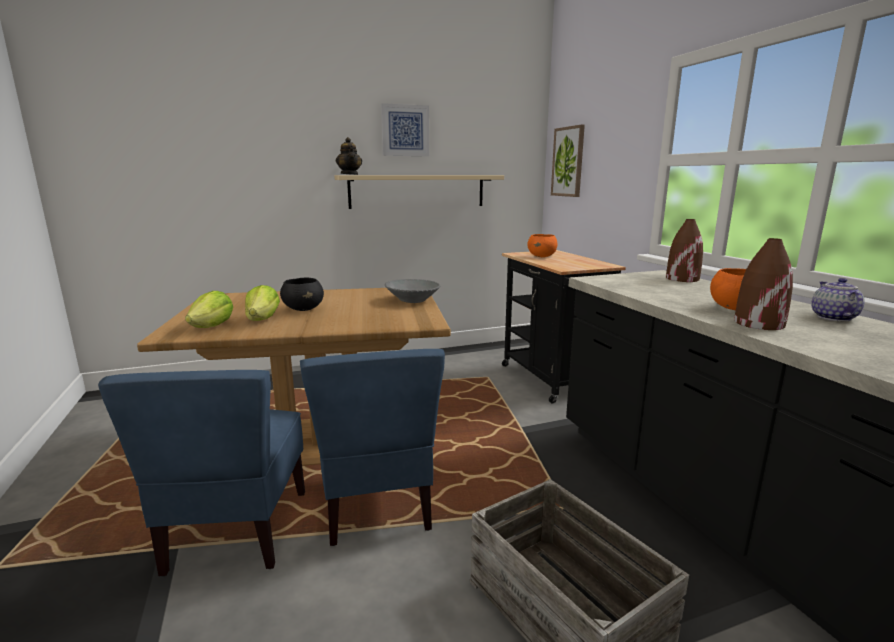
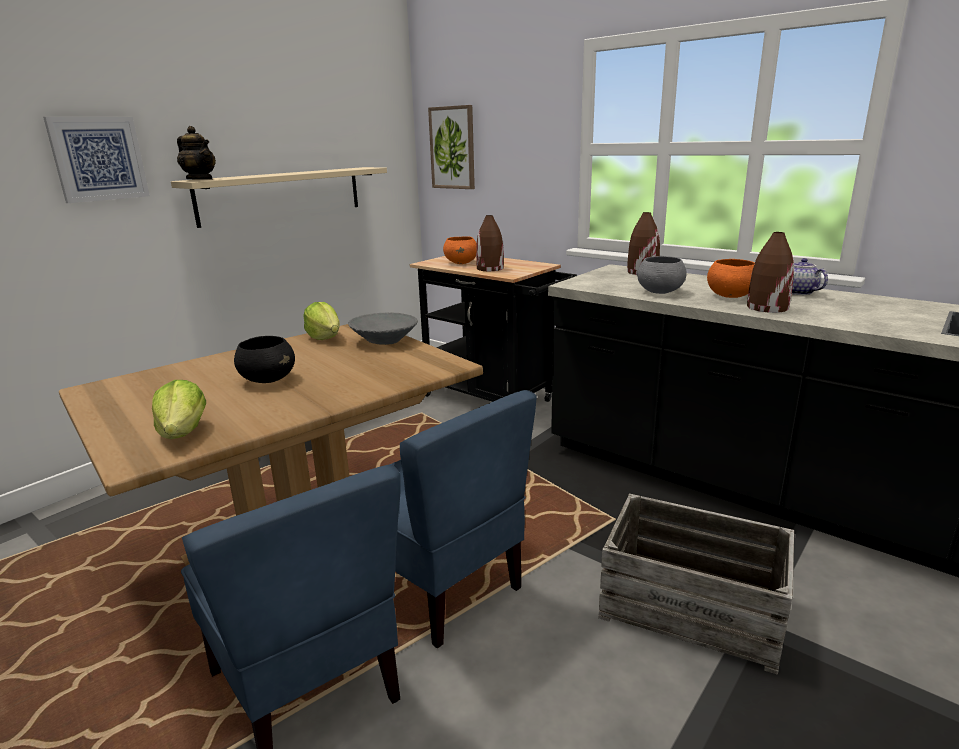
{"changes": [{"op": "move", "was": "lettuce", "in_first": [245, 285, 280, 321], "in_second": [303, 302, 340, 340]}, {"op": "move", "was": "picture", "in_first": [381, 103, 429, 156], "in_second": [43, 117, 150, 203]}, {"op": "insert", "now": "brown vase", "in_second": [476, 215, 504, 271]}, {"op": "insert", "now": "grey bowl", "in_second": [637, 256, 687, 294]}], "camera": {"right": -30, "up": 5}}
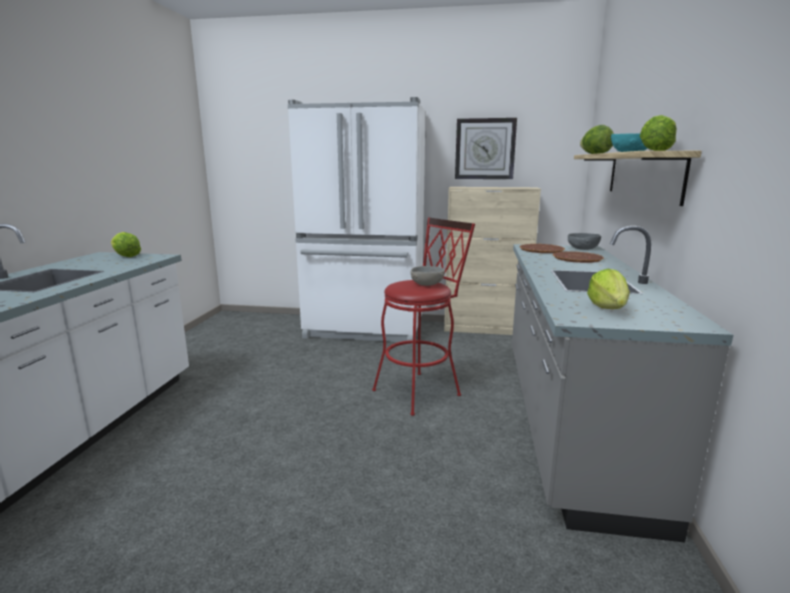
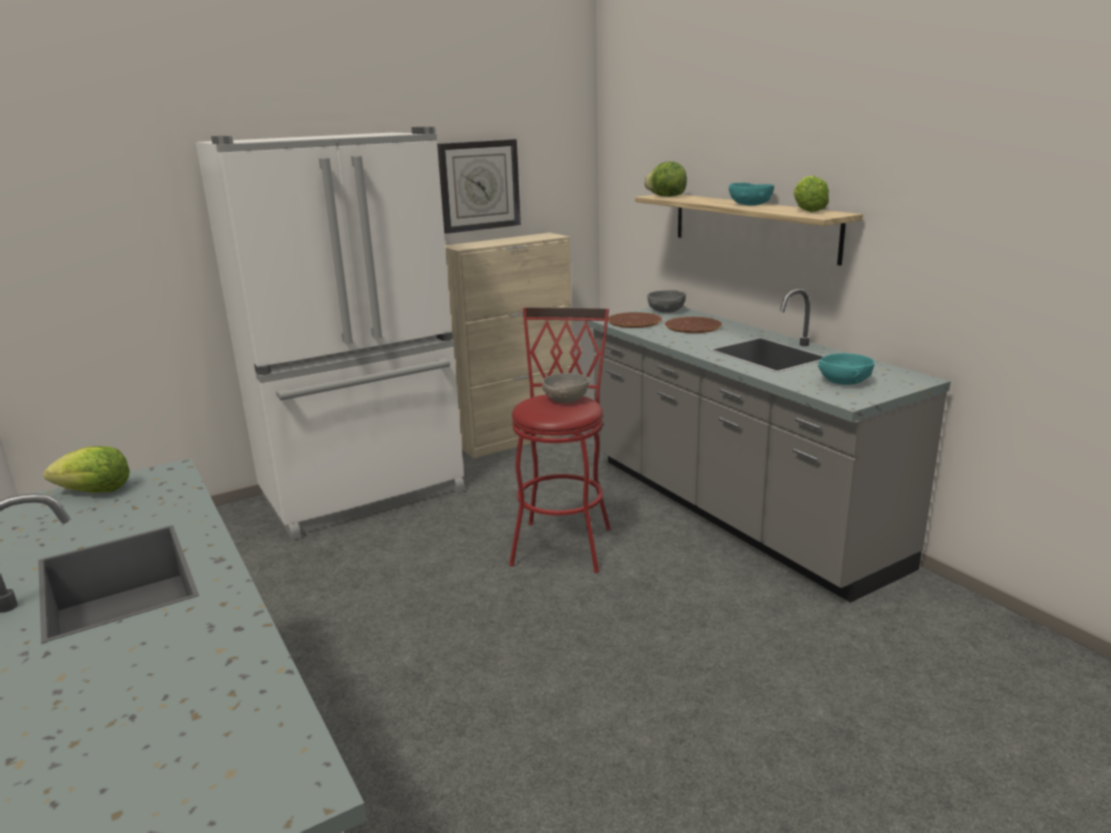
{"changes": [{"op": "replace", "was": "lettuce", "now": "turquoise bowl", "in_first": [587, 269, 630, 309], "in_second": [818, 353, 875, 385]}], "camera": {"right": -40, "up": 5}}
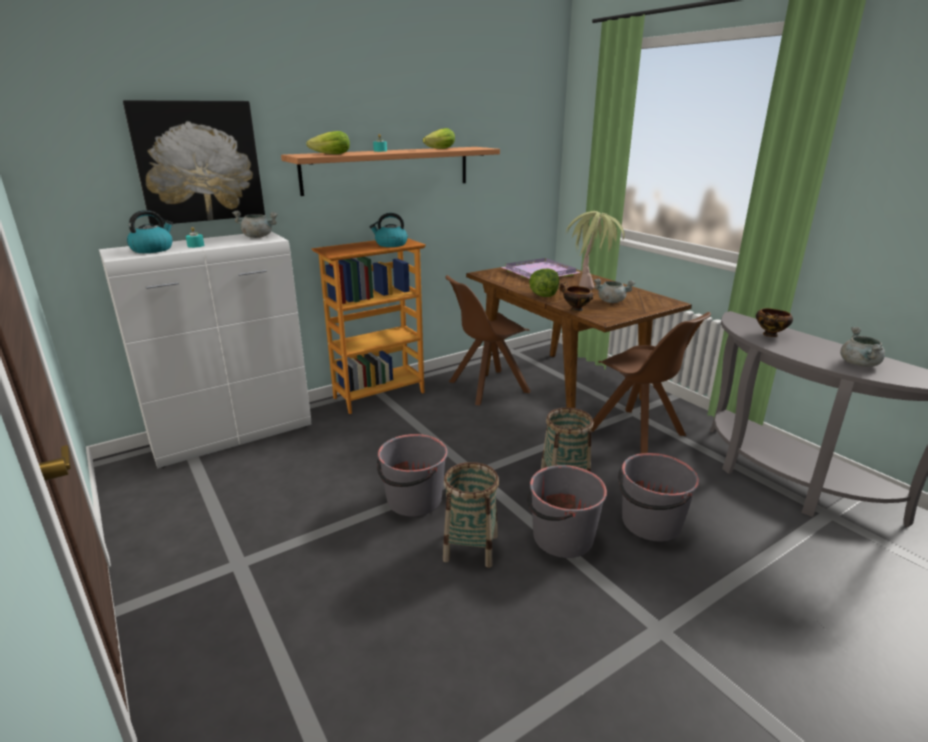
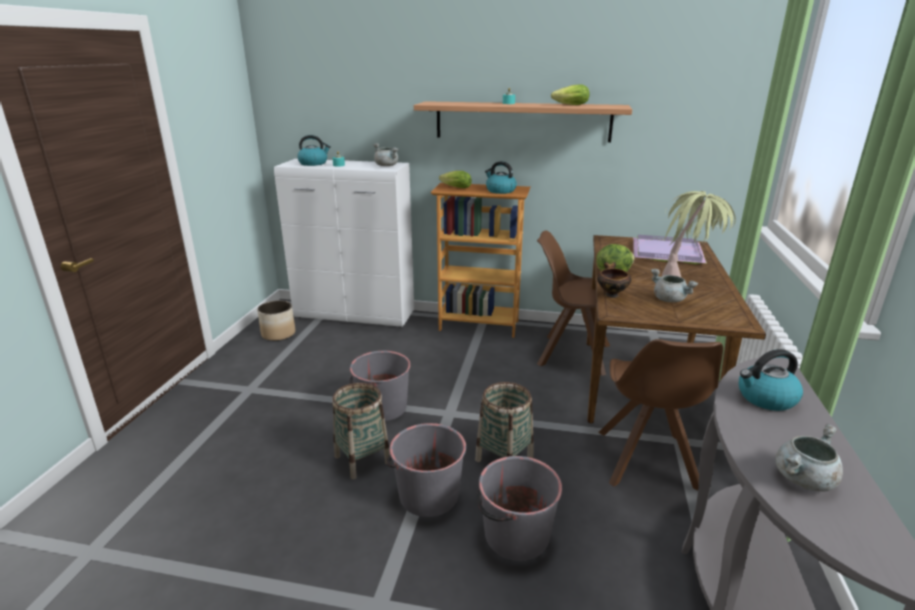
{"changes": [{"op": "delete", "was": "picture", "in_first": [123, 100, 265, 225]}, {"op": "move", "was": "lettuce", "in_first": [306, 131, 350, 154], "in_second": [439, 171, 472, 188]}, {"op": "replace", "was": "bowl", "now": "kettle", "in_first": [756, 308, 793, 337], "in_second": [739, 349, 803, 411]}, {"op": "insert", "now": "planter", "in_second": [257, 300, 295, 341]}], "camera": {"right": 45, "up": 0}}
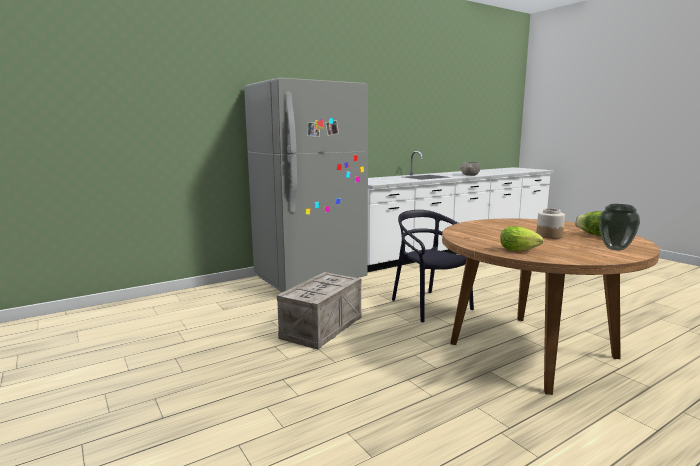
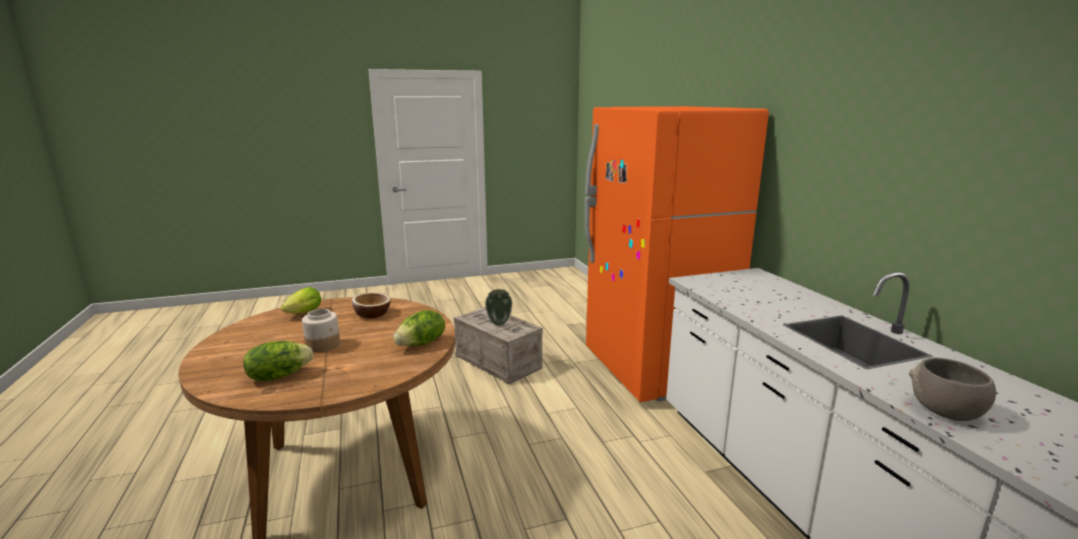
{"changes": [{"op": "recolor", "was": "grey fridge", "now": "orange fridge", "in_first": [244, 78, 368, 292], "in_second": [585, 106, 769, 402]}, {"op": "delete", "was": "black chair", "in_first": [392, 210, 474, 322]}, {"op": "move", "was": "vase", "in_first": [599, 204, 640, 250], "in_second": [485, 289, 512, 326]}, {"op": "insert", "now": "bowl", "in_second": [352, 292, 391, 318]}, {"op": "insert", "now": "lettuce", "in_second": [393, 310, 445, 346]}], "camera": {"right": 105, "up": 5}}
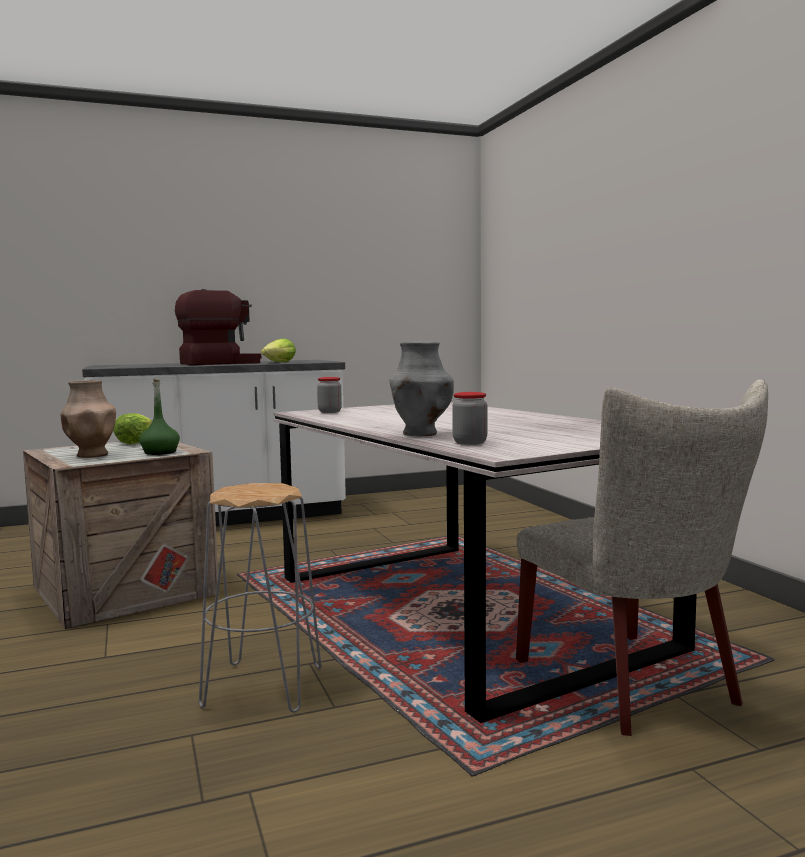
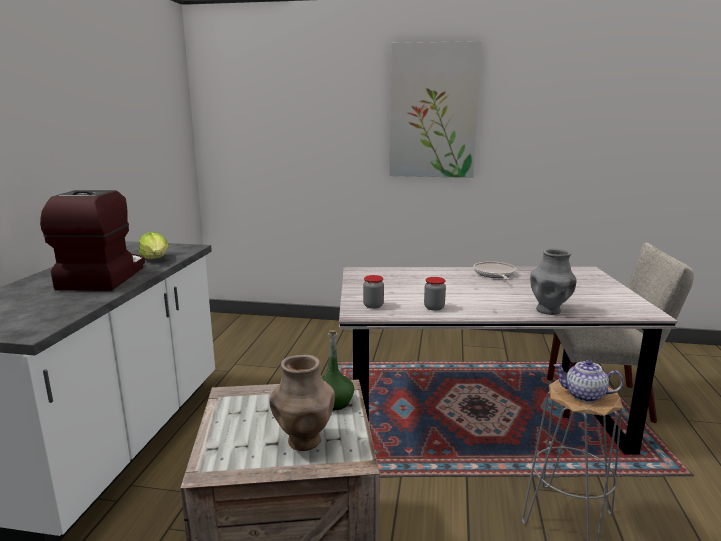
{"changes": [{"op": "delete", "was": "lettuce", "in_first": [113, 413, 152, 444]}, {"op": "move", "was": "jar", "in_first": [452, 392, 487, 445], "in_second": [424, 277, 446, 311]}, {"op": "insert", "now": "picture", "in_second": [389, 41, 482, 178]}, {"op": "insert", "now": "frying pan", "in_second": [473, 261, 517, 280]}, {"op": "insert", "now": "teapot", "in_second": [553, 360, 624, 402]}], "camera": {"right": -60, "up": 10}}
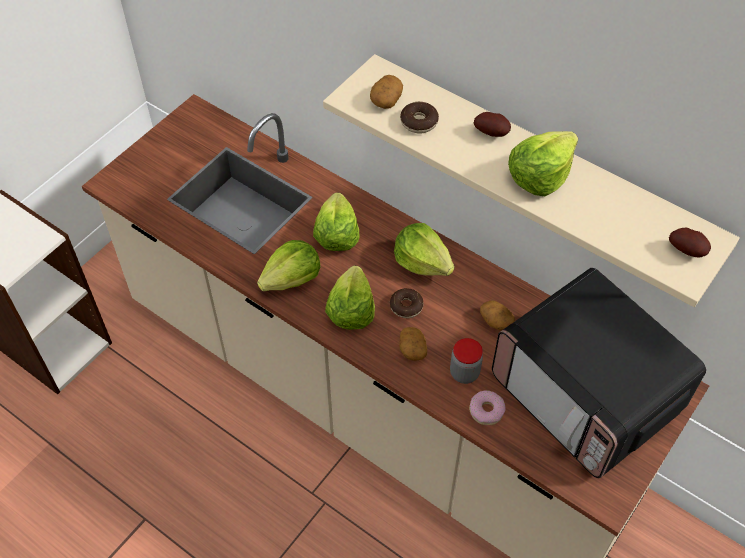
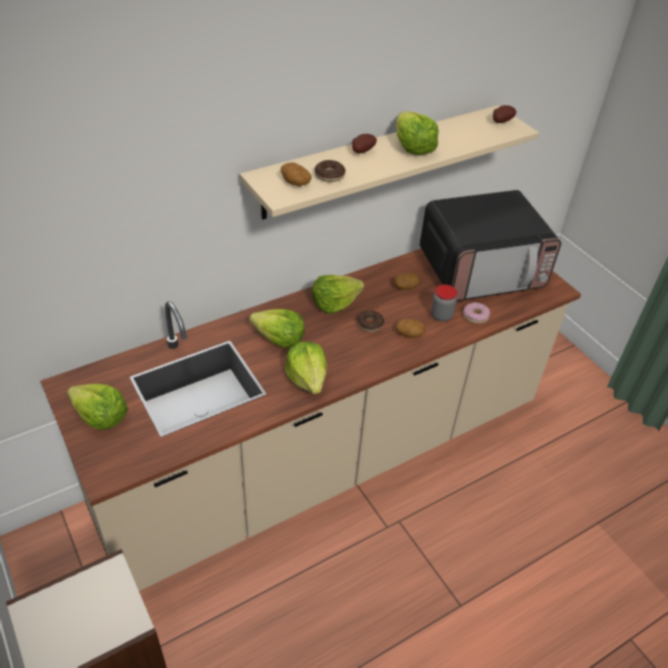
{"changes": [{"op": "move", "was": "lettuce", "in_first": [325, 266, 375, 329], "in_second": [67, 384, 128, 430]}], "camera": {"right": -70, "up": -10}}
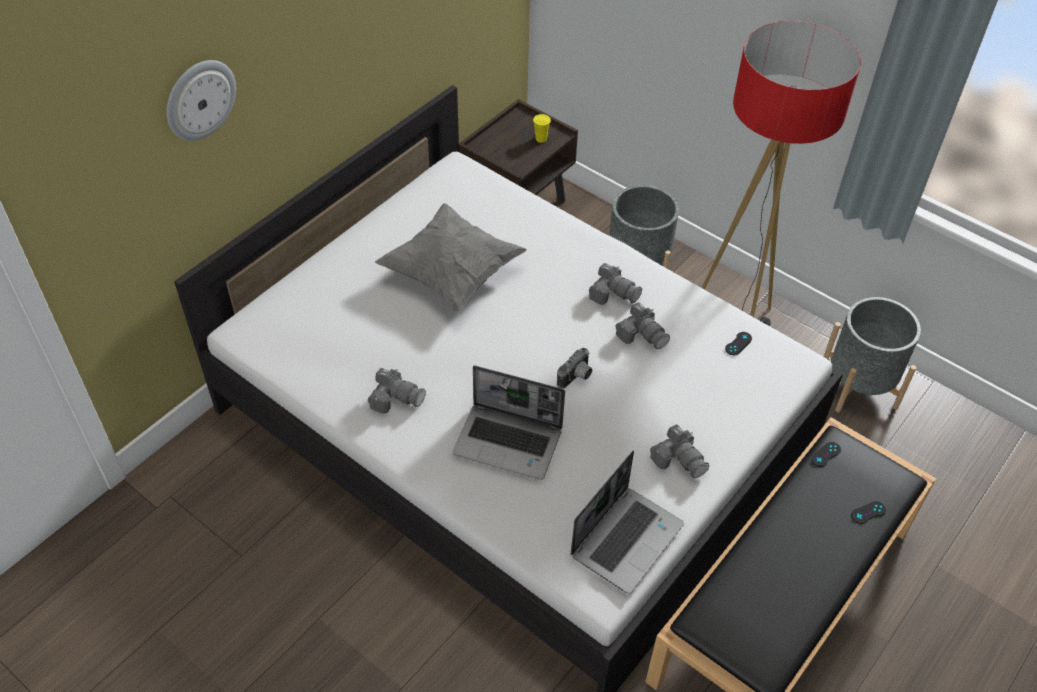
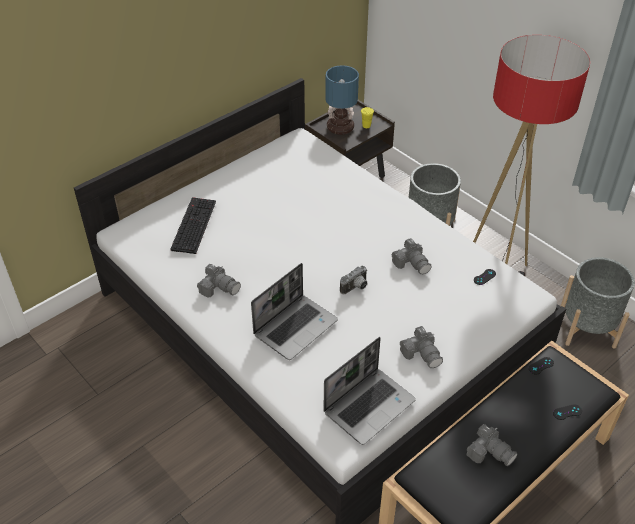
{"changes": [{"op": "delete", "was": "wall clock", "in_first": [167, 60, 236, 141]}, {"op": "delete", "was": "grey pillow", "in_first": [375, 203, 527, 312]}, {"op": "rotate", "was": "laptop", "in_first": [452, 366, 565, 480], "in_second": [251, 263, 338, 360], "clockwise": -75}, {"op": "move", "was": "photo camera", "in_first": [589, 263, 642, 305], "in_second": [467, 424, 518, 467]}, {"op": "insert", "now": "keyboard", "in_second": [170, 197, 216, 254]}, {"op": "insert", "now": "table lamp", "in_second": [325, 65, 359, 135]}], "camera": {"right": 10, "up": -5}}
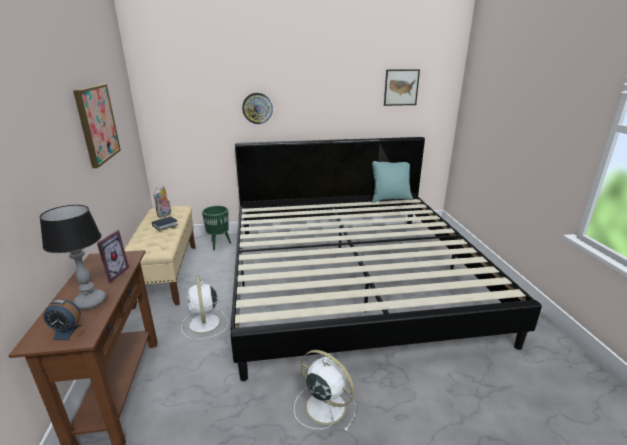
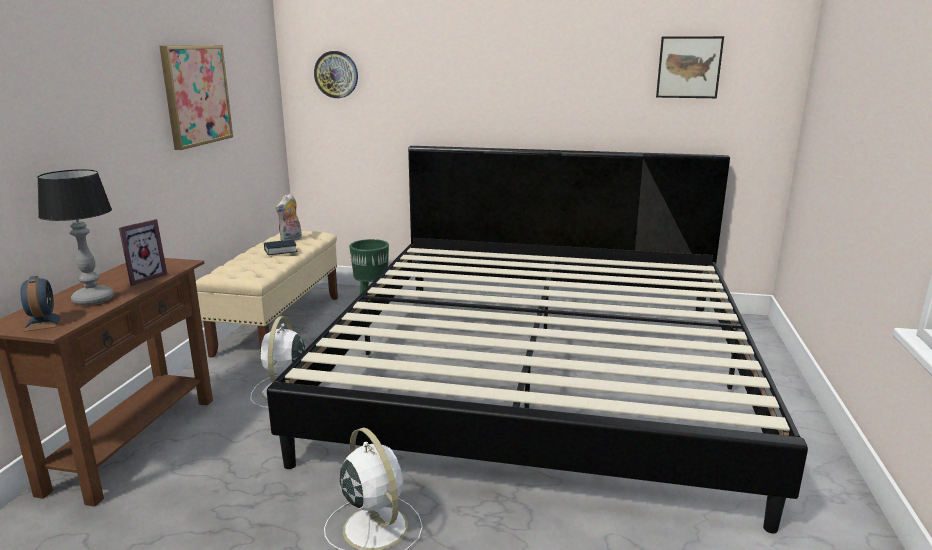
{"changes": [{"op": "rotate", "was": "alarm clock", "in_first": [44, 300, 87, 341], "in_second": [20, 276, 62, 332], "clockwise": -135}, {"op": "move", "was": "wall clock", "in_first": [242, 93, 273, 124], "in_second": [314, 51, 358, 98]}, {"op": "delete", "was": "turquoise pillow", "in_first": [372, 161, 413, 203]}], "camera": {"right": 20, "up": -5}}
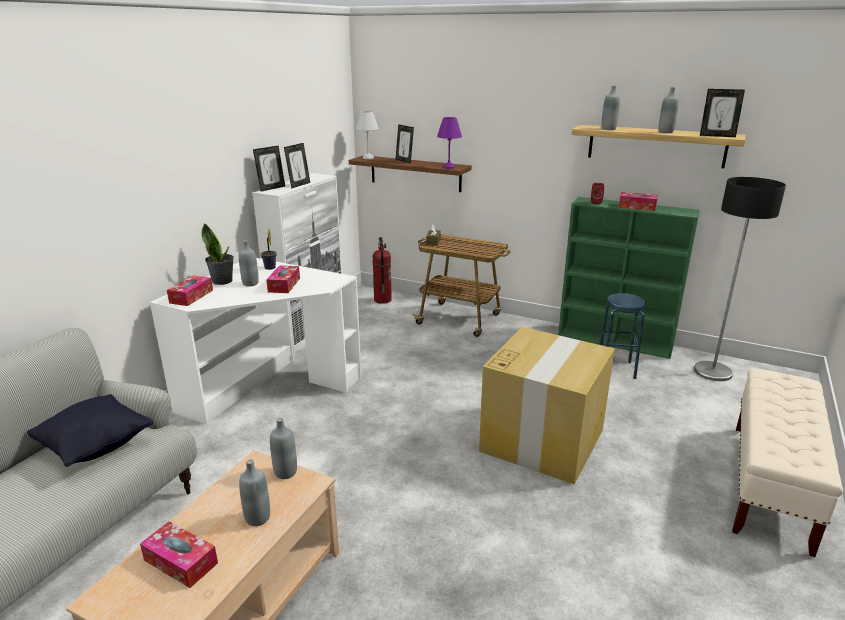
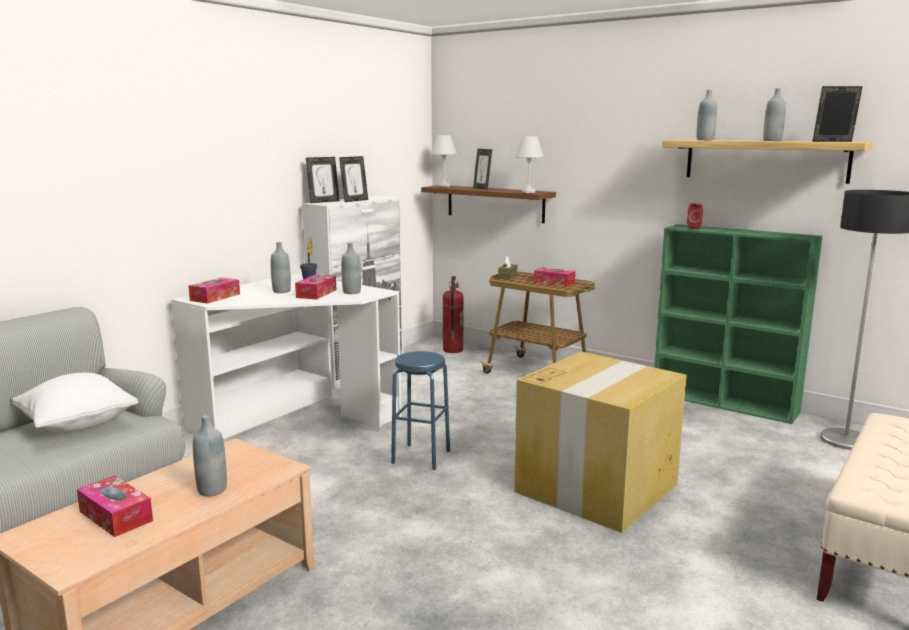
{"changes": [{"op": "recolor", "was": "black pillow", "now": "white pillow", "in_first": [27, 394, 153, 467], "in_second": [12, 373, 138, 433]}, {"op": "delete", "was": "potted plant", "in_first": [201, 223, 234, 285]}, {"op": "move", "was": "grey bottle", "in_first": [270, 418, 297, 479], "in_second": [341, 243, 361, 294]}, {"op": "recolor", "was": "purple table lamp", "now": "white table lamp", "in_first": [437, 117, 462, 169], "in_second": [515, 136, 543, 193]}, {"op": "move", "was": "blue stool", "in_first": [599, 293, 646, 379], "in_second": [391, 351, 450, 470]}, {"op": "move", "was": "tissue box", "in_first": [618, 192, 658, 211], "in_second": [534, 267, 575, 287]}, {"op": "rotate", "was": "picture frame", "in_first": [700, 89, 745, 137], "in_second": [812, 86, 863, 142], "clockwise": 150}], "camera": {"right": 10, "up": -10}}
